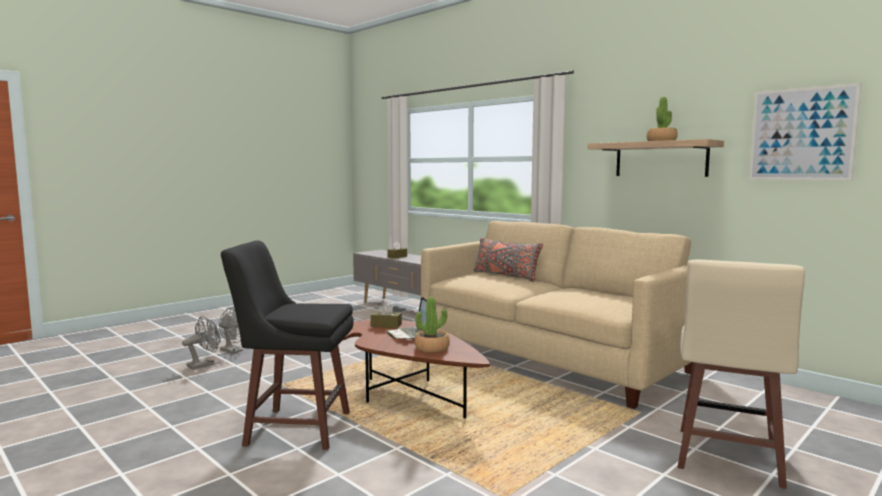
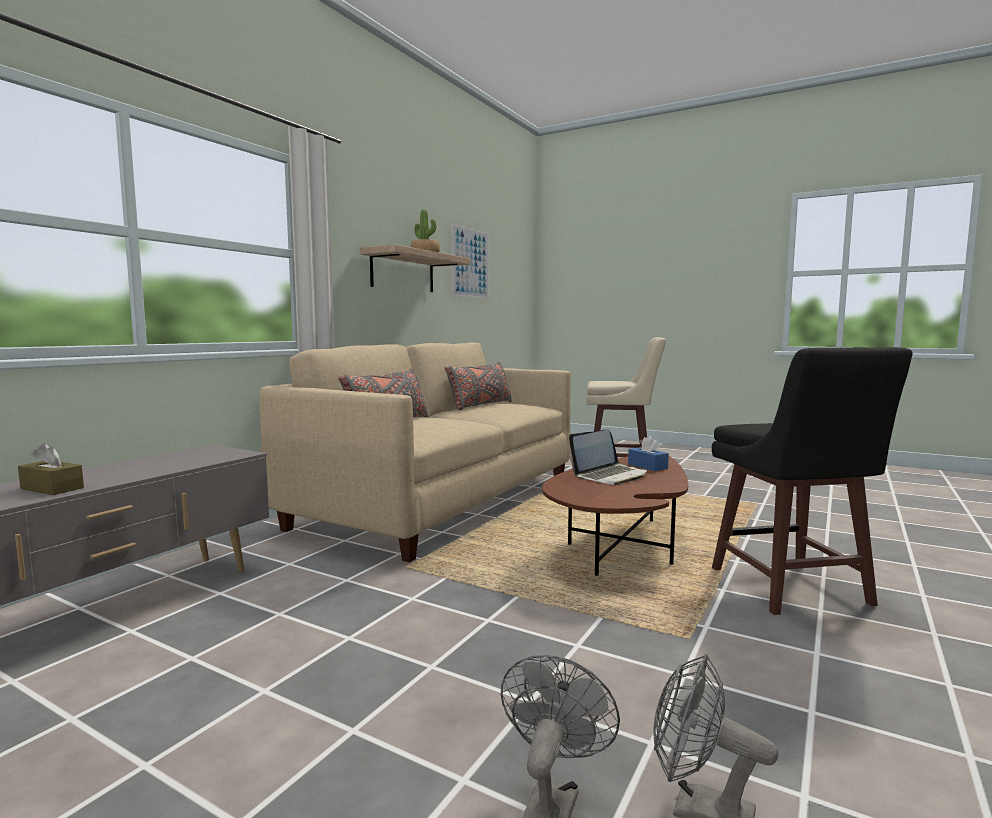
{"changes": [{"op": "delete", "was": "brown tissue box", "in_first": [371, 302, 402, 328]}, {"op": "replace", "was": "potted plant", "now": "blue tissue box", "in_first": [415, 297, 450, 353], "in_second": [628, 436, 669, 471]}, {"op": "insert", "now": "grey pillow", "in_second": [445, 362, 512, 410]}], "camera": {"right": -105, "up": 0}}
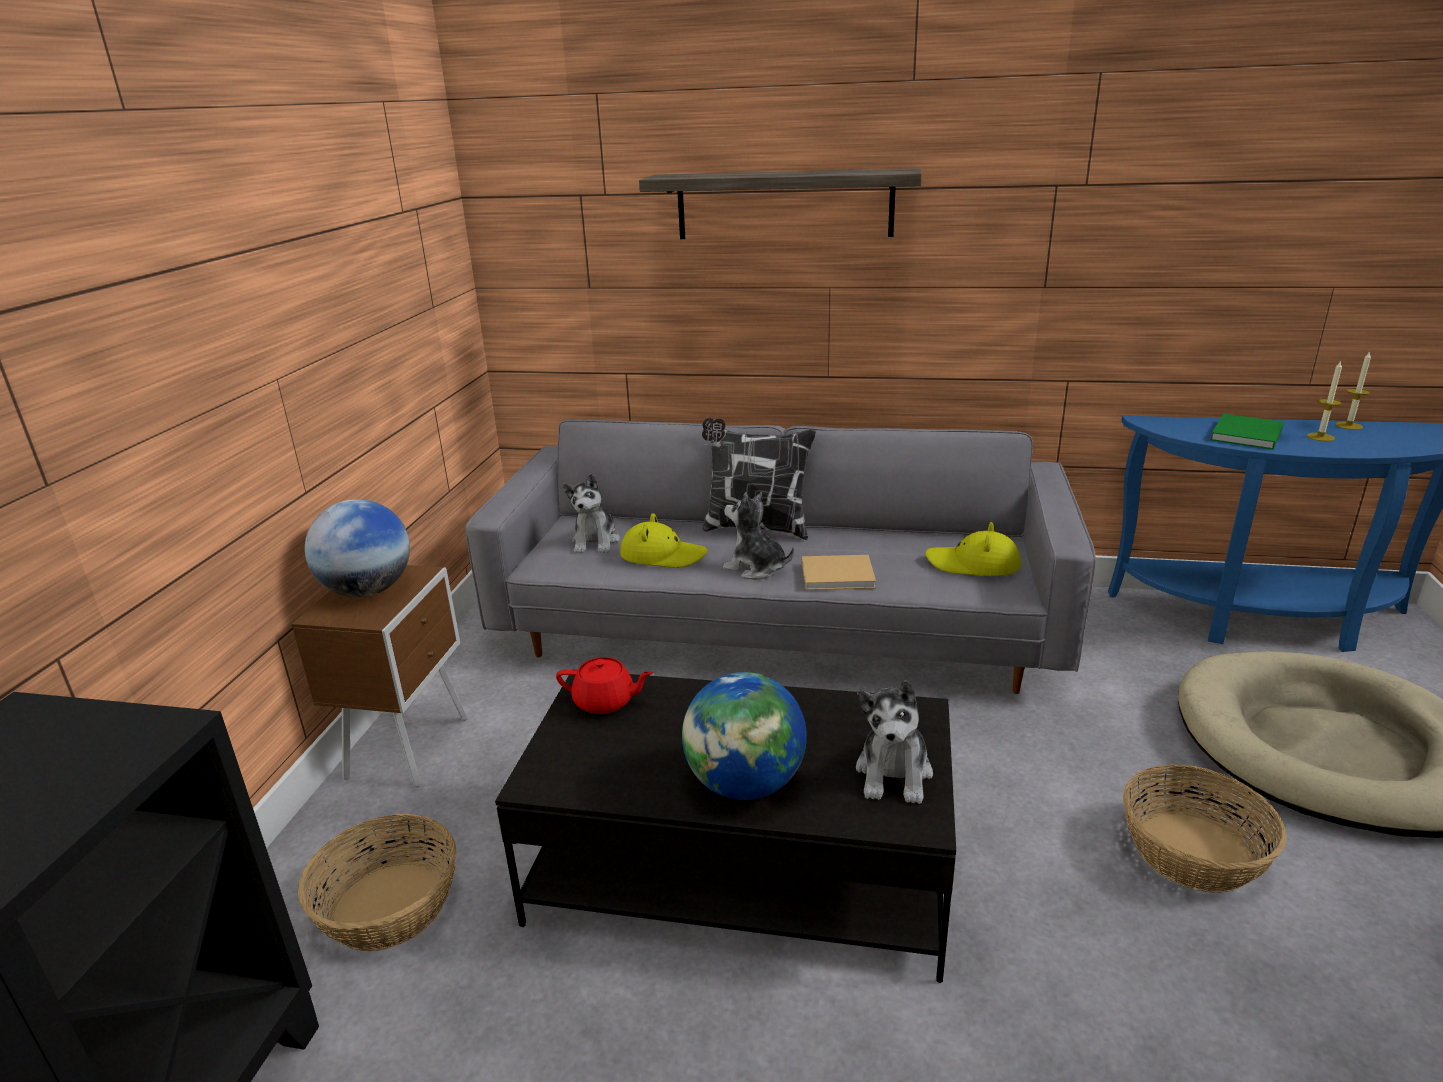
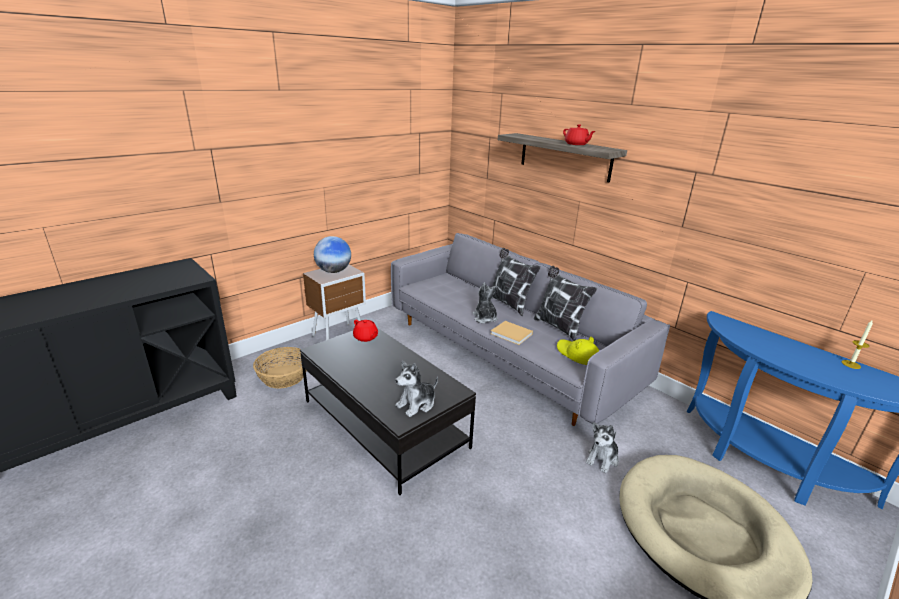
{"changes": [{"op": "move", "was": "plush toy", "in_first": [563, 474, 620, 553], "in_second": [586, 422, 619, 473]}, {"op": "delete", "was": "yellow hat", "in_first": [620, 513, 708, 568]}, {"op": "delete", "was": "globe", "in_first": [682, 672, 807, 800]}, {"op": "delete", "was": "basket", "in_first": [1123, 764, 1287, 893]}, {"op": "delete", "was": "green book", "in_first": [1210, 414, 1284, 450]}, {"op": "delete", "was": "candle", "in_first": [1307, 360, 1342, 441]}, {"op": "insert", "now": "pillow", "in_second": [534, 266, 597, 341]}, {"op": "insert", "now": "red teapot", "in_second": [563, 124, 596, 145]}], "camera": {"right": 35, "up": 0}}
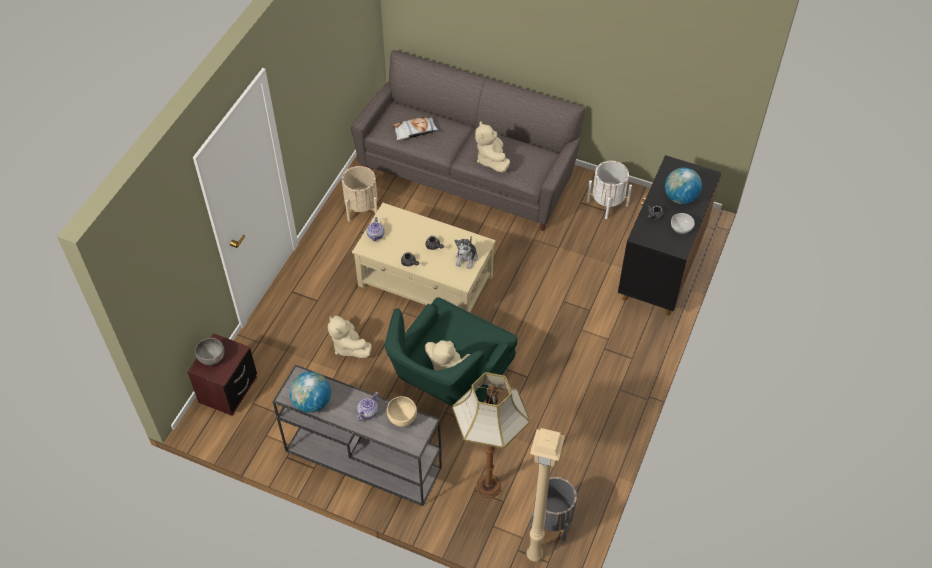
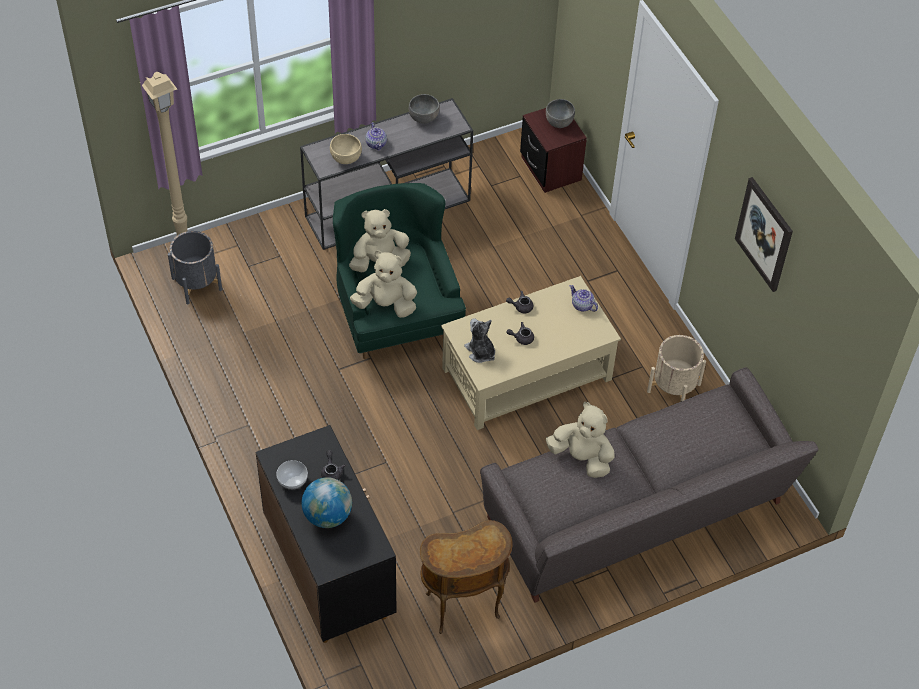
{"changes": [{"op": "replace", "was": "globe", "now": "grey bowl", "in_first": [289, 372, 331, 413], "in_second": [409, 94, 440, 124]}, {"op": "move", "was": "beige plush toy", "in_first": [328, 316, 372, 358], "in_second": [350, 251, 417, 318]}, {"op": "delete", "was": "pillow", "in_first": [392, 116, 439, 140]}, {"op": "delete", "was": "floor lamp", "in_first": [452, 372, 530, 498]}, {"op": "replace", "was": "white planter", "now": "brown side table", "in_first": [587, 161, 632, 219], "in_second": [420, 520, 513, 634]}, {"op": "insert", "now": "picture", "in_second": [735, 177, 793, 292]}], "camera": {"right": 130, "up": 0}}
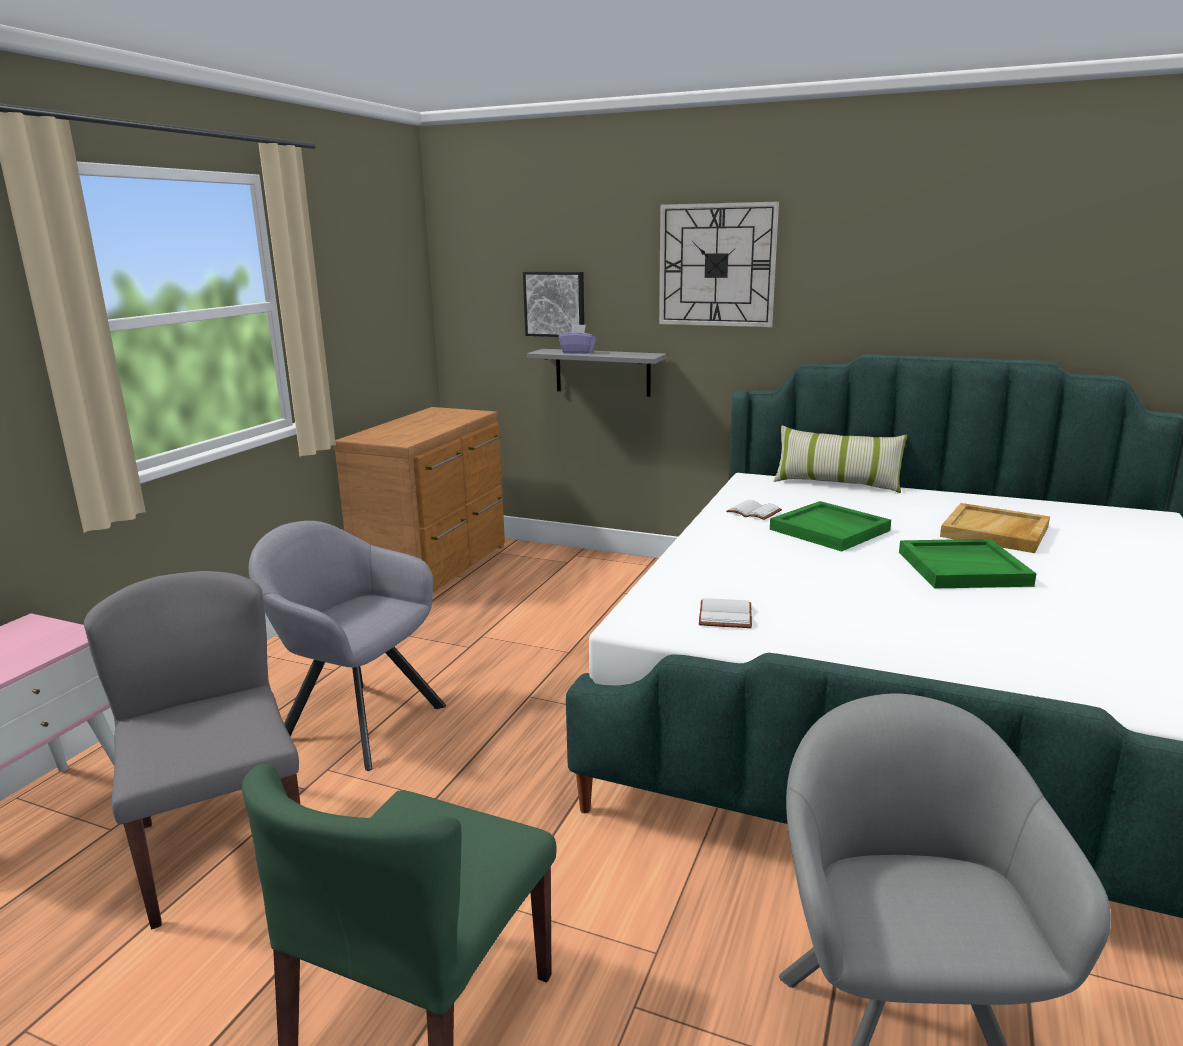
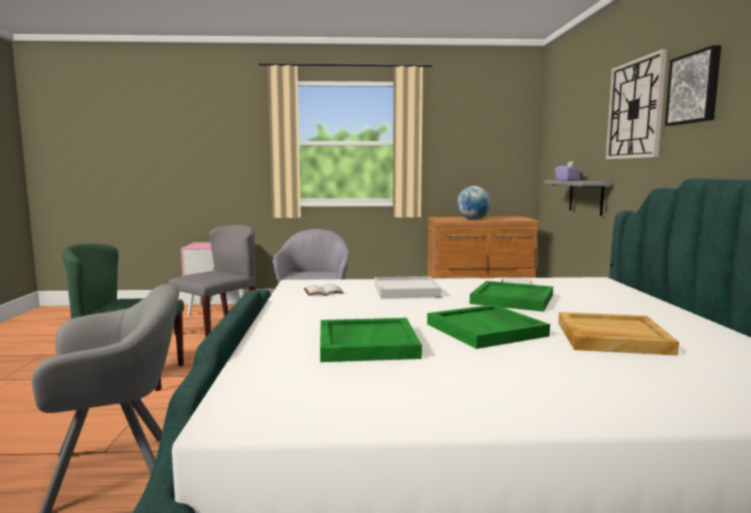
{"changes": [{"op": "move", "was": "picture", "in_first": [523, 272, 584, 337], "in_second": [665, 45, 721, 126]}, {"op": "delete", "was": "pillow", "in_first": [773, 426, 907, 493]}, {"op": "insert", "now": "green tray", "in_second": [320, 318, 422, 362]}, {"op": "insert", "now": "white tray", "in_second": [375, 276, 442, 299]}, {"op": "insert", "now": "globe", "in_second": [457, 186, 490, 220]}], "camera": {"right": 65, "up": -10}}
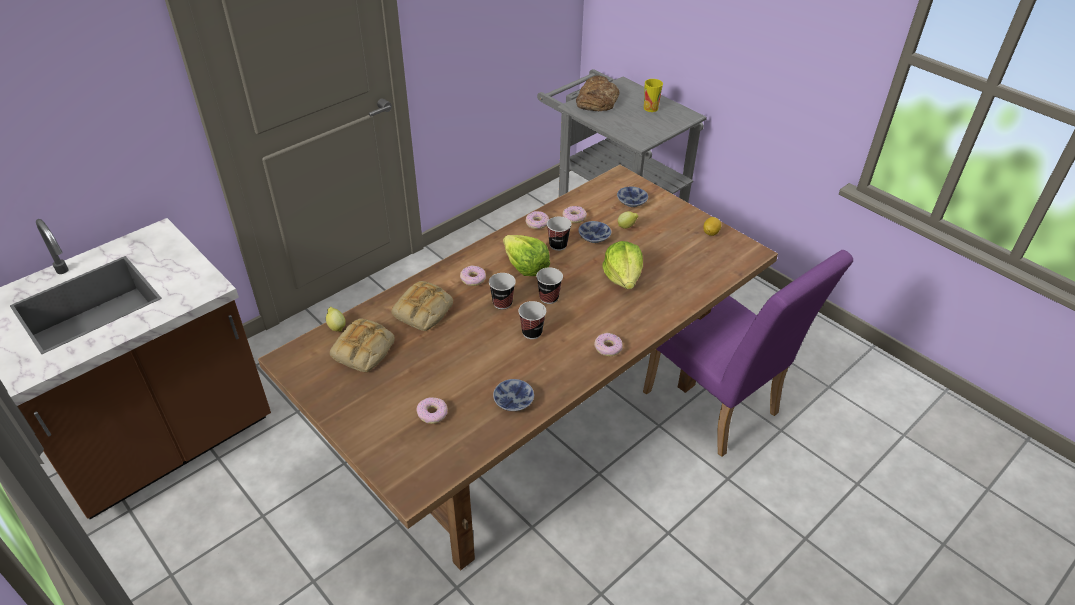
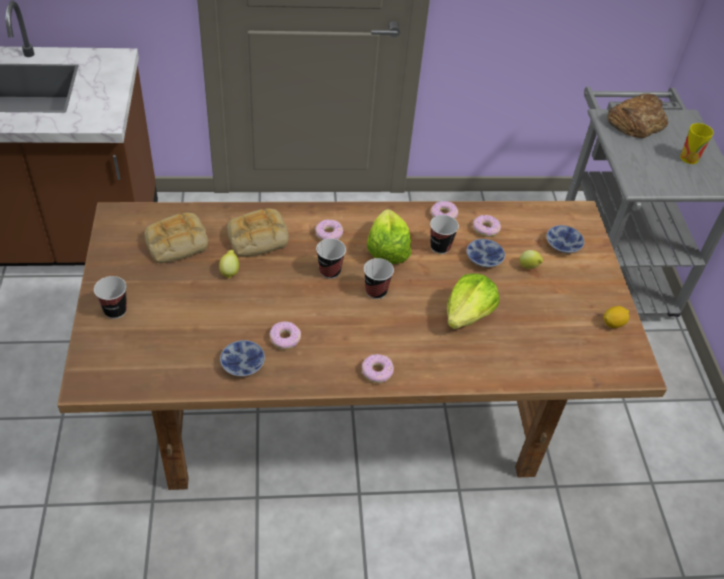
{"changes": [{"op": "move", "was": "lemon", "in_first": [326, 307, 346, 331], "in_second": [219, 250, 239, 279]}, {"op": "move", "was": "donut", "in_first": [416, 397, 448, 424], "in_second": [269, 322, 301, 350]}, {"op": "move", "was": "cup", "in_first": [518, 301, 546, 339], "in_second": [94, 276, 127, 319]}, {"op": "delete", "was": "purple chair", "in_first": [643, 250, 853, 457]}], "camera": {"right": 35, "up": 5}}
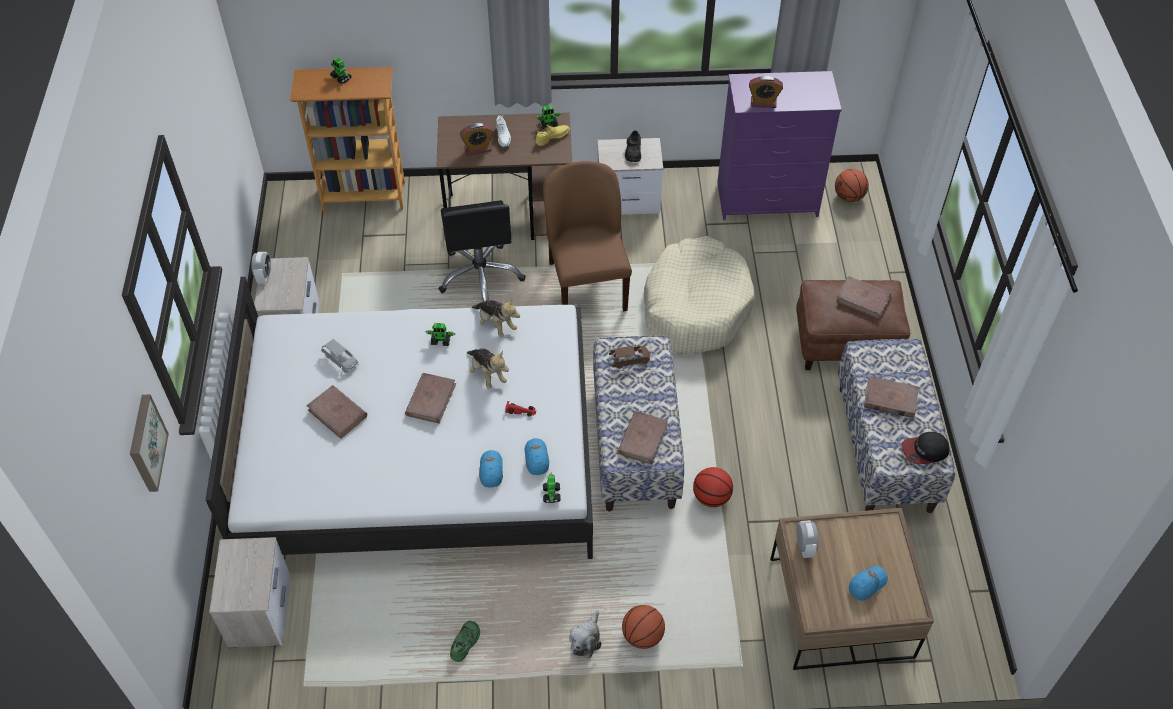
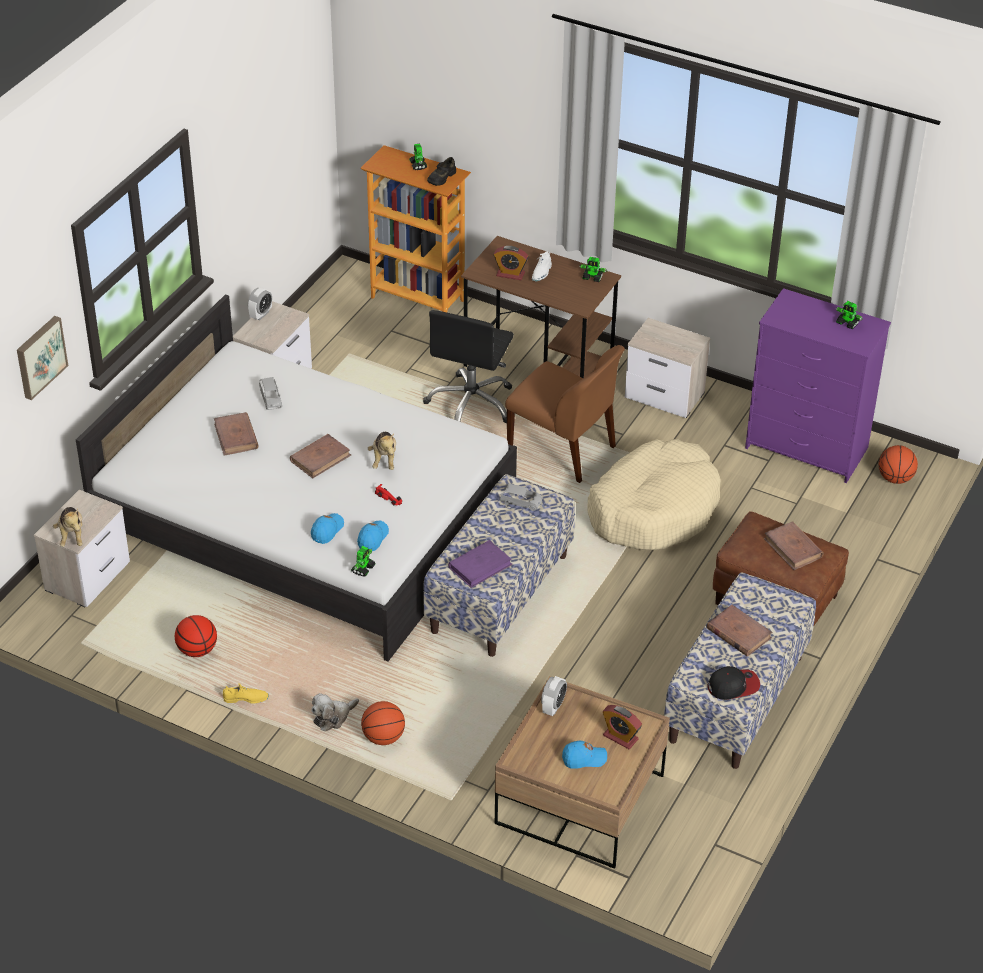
{"changes": [{"op": "move", "was": "toy robot", "in_first": [425, 323, 455, 346], "in_second": [836, 301, 863, 329]}, {"op": "delete", "was": "green shoe", "in_first": [450, 621, 480, 662]}, {"op": "move", "was": "plush toy", "in_first": [472, 298, 520, 337], "in_second": [53, 507, 83, 547]}, {"op": "move", "was": "yellow shoe", "in_first": [536, 125, 570, 146], "in_second": [223, 683, 269, 704]}, {"op": "rotate", "was": "brown chair", "in_first": [543, 161, 632, 311], "in_second": [505, 345, 625, 483], "clockwise": 105}, {"op": "recolor", "was": "brown toy car", "now": "grey toy car", "in_first": [609, 346, 650, 368], "in_second": [499, 484, 542, 511]}, {"op": "recolor", "was": "brown book", "now": "purple book", "in_first": [617, 411, 668, 465], "in_second": [448, 540, 513, 588]}, {"op": "move", "was": "black shoe", "in_first": [625, 130, 641, 162], "in_second": [427, 157, 456, 186]}, {"op": "move", "was": "basketball", "in_first": [693, 467, 733, 507], "in_second": [175, 615, 217, 657]}, {"op": "move", "was": "alarm clock", "in_first": [749, 76, 783, 108], "in_second": [603, 705, 642, 749]}, {"op": "rotate", "was": "cap", "in_first": [902, 432, 950, 464], "in_second": [707, 666, 760, 700], "clockwise": 150}], "camera": {"right": 30, "up": -10}}
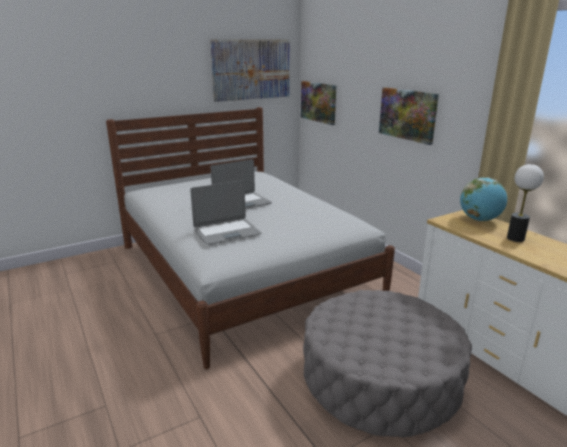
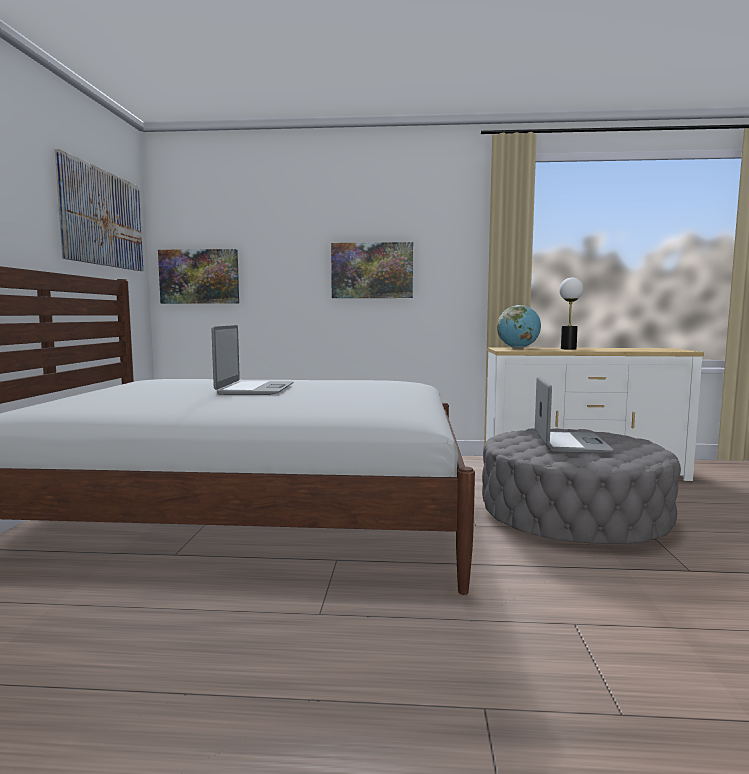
{"changes": [{"op": "move", "was": "laptop", "in_first": [190, 181, 261, 245], "in_second": [535, 377, 614, 454]}], "camera": {"right": -55, "up": -15}}
